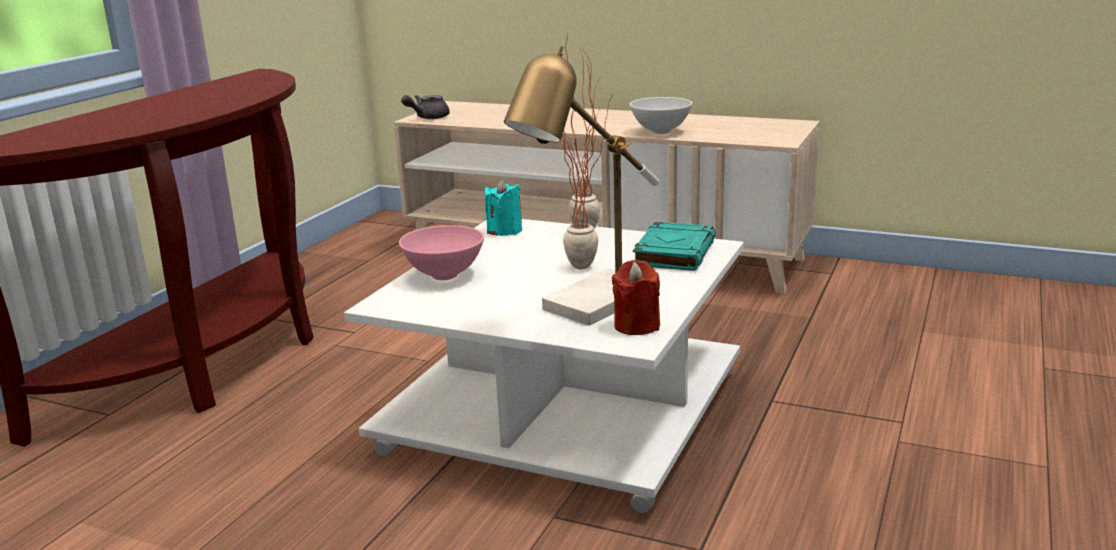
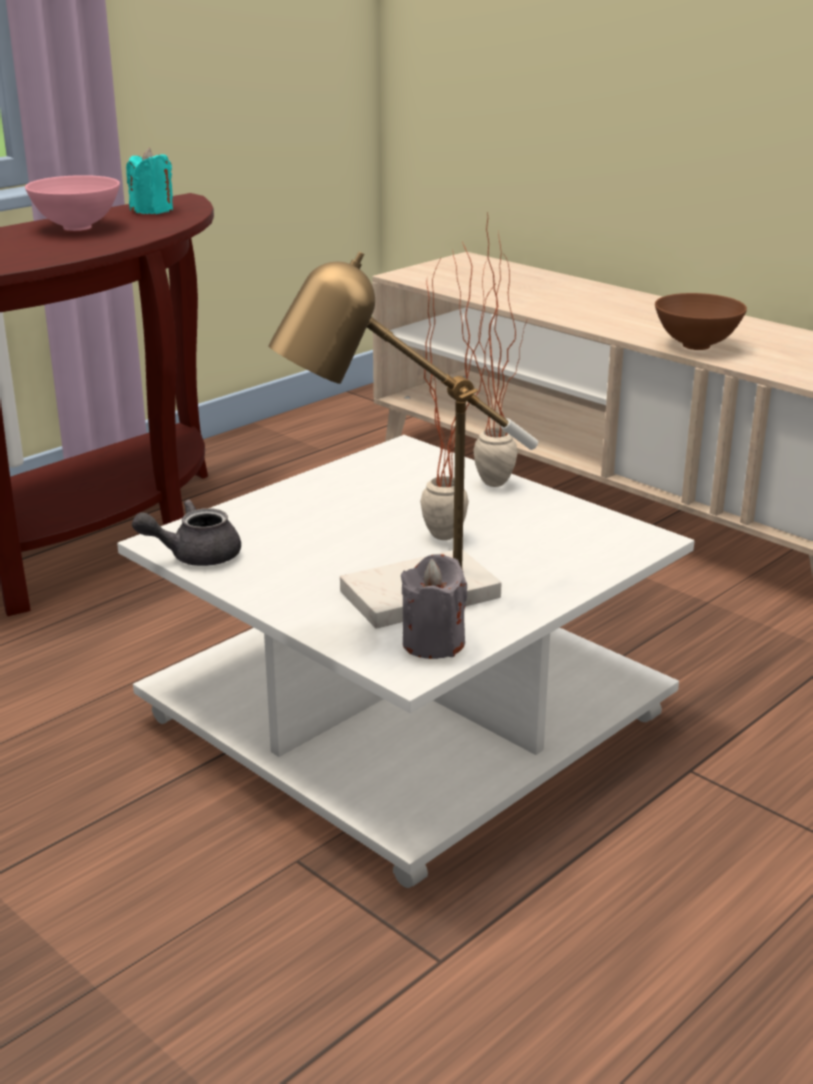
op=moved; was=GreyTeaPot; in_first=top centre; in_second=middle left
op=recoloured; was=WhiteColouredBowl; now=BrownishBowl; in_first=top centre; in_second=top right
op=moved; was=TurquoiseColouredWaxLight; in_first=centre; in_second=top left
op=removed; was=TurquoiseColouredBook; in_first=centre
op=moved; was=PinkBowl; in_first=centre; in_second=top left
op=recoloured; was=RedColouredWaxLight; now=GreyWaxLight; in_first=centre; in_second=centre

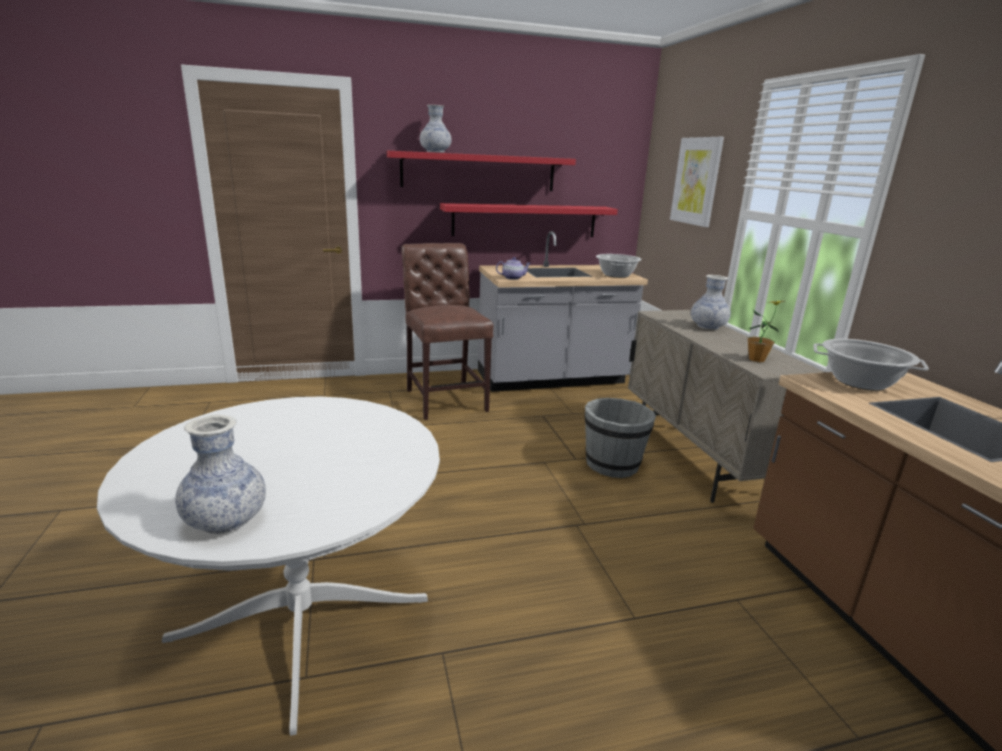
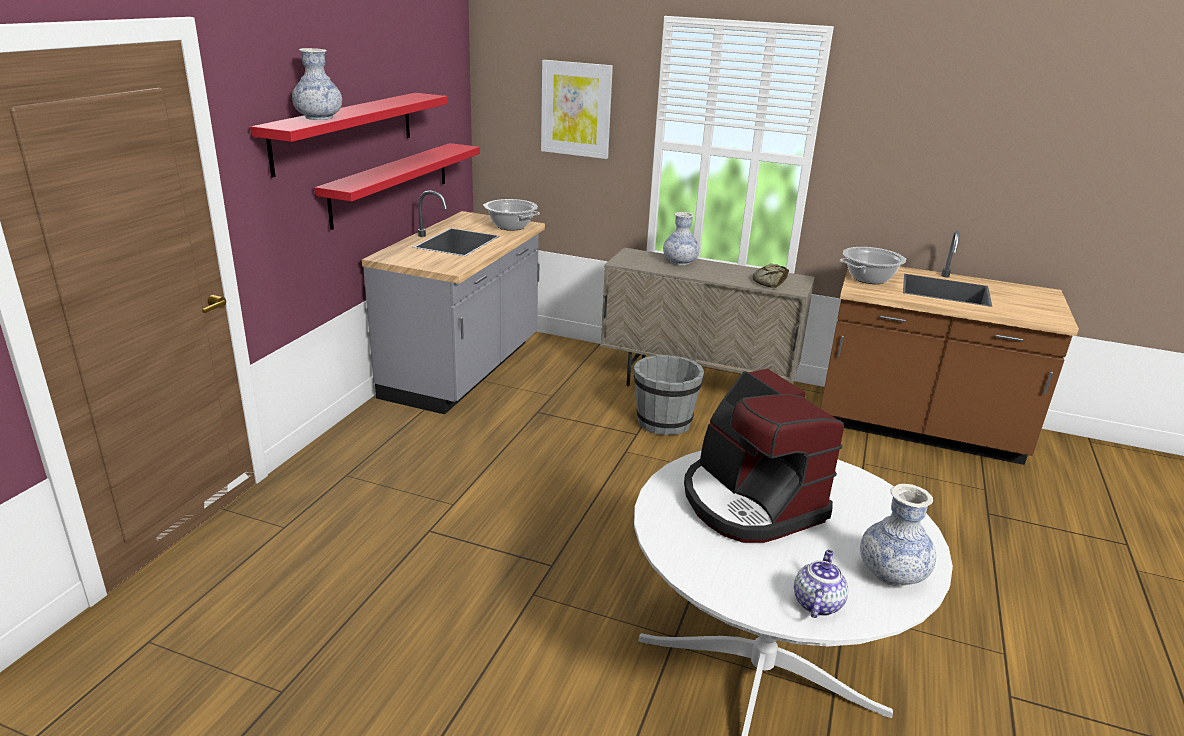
op=removed; was=BrownishUprightChair; in_first=centre
op=moved; was=TeaPot; in_first=centre; in_second=bottom right
op=replaced; was=PlantInAPot; now=Bread; in_first=middle right; in_second=centre
op=added; now=CoffeeBrewer; in_second=centre

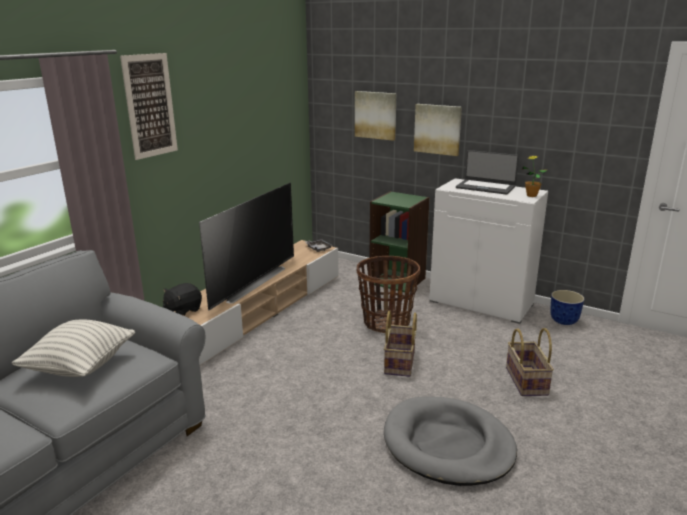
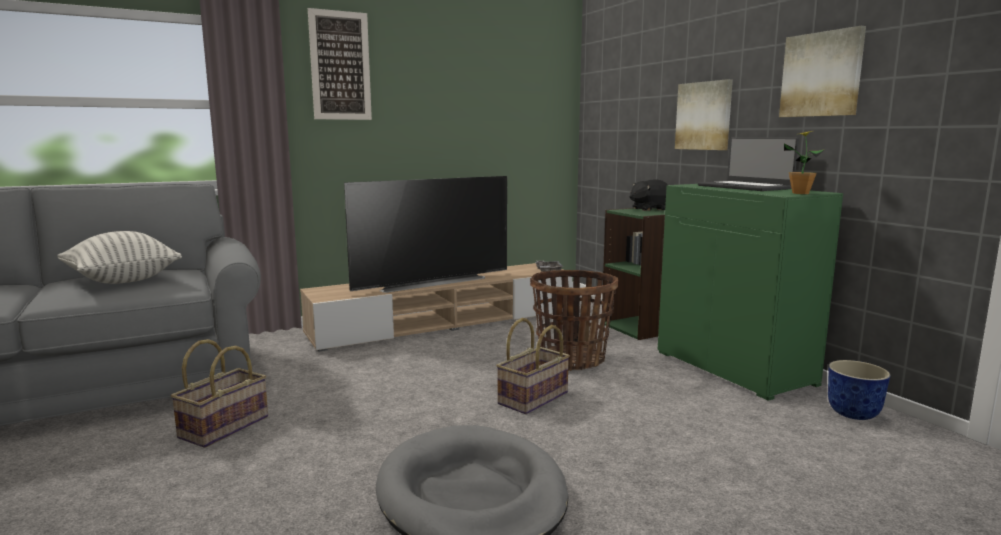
op=moved; was=WallArt (2nd from left in the first image); now=WallArt (3rd from left); in_first=top centre; in_second=top right
op=recoloured; was=WhiteColouredCupboard; now=GreenishCupboard; in_first=middle right; in_second=middle right
op=moved; was=BlackPlushToy; in_first=middle left; in_second=centre
op=moved; was=StorageBasket (3rd from left in the first image); now=StorageBasket (1st from left); in_first=bottom right; in_second=bottom left

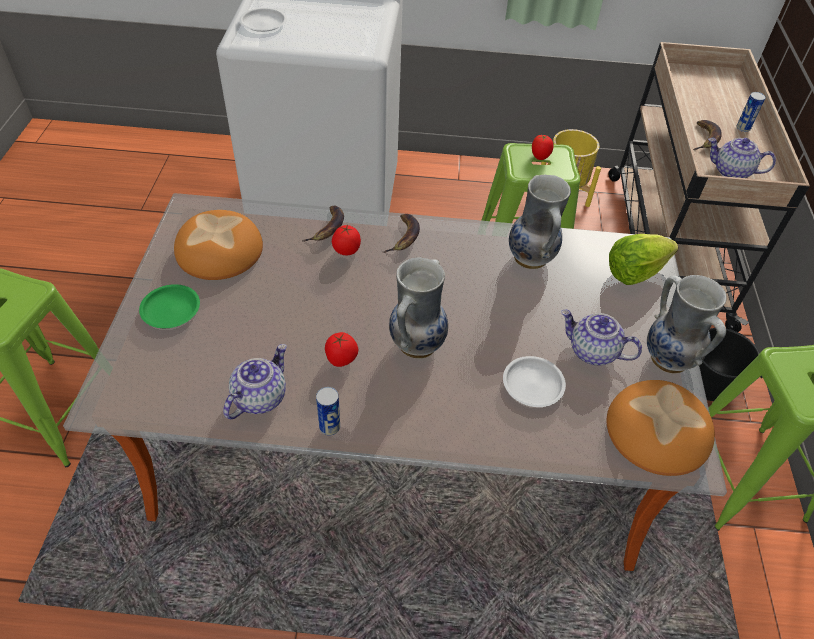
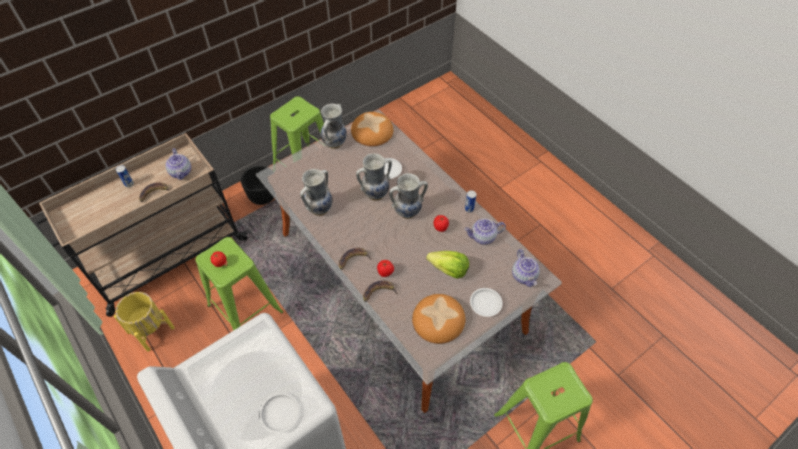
op=moved; was=LettuceHead; in_first=middle right; in_second=centre
op=recoloured; was=GreenishPlate; now=WhiteColouredPlate (3rd from left); in_first=middle left; in_second=bottom centre
op=moved; was=TeaPot (2nd from left in the first image); now=TeaPot (3rd from left); in_first=middle right; in_second=centre
op=added; now=Vase (3rd from left); in_second=centre

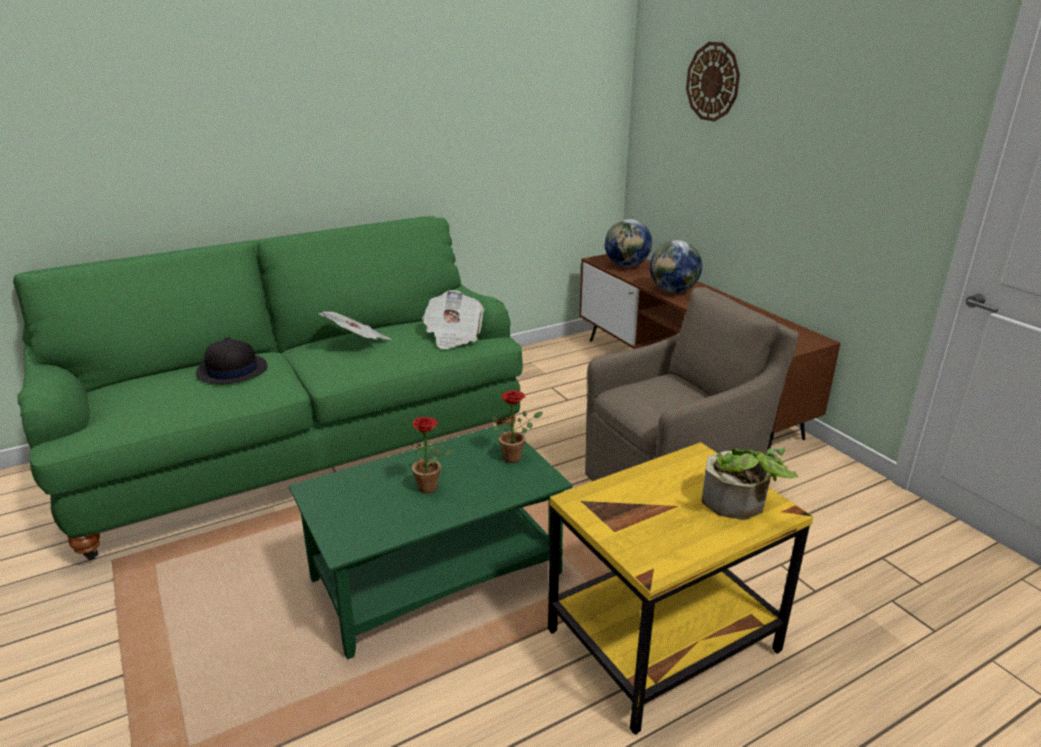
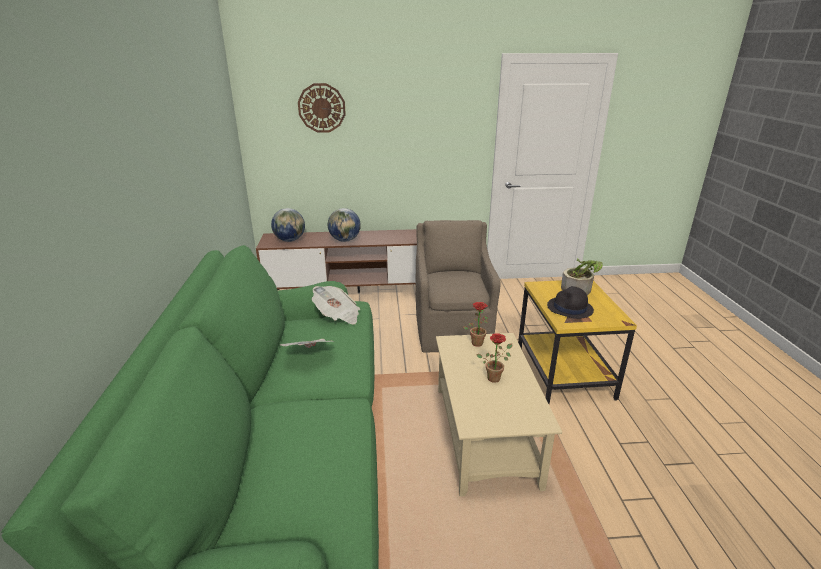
op=moved; was=BlackClothingHat; in_first=middle left; in_second=middle right
op=recoloured; was=GreenishLowTable; now=BeigeLowTable; in_first=bottom centre; in_second=bottom centre

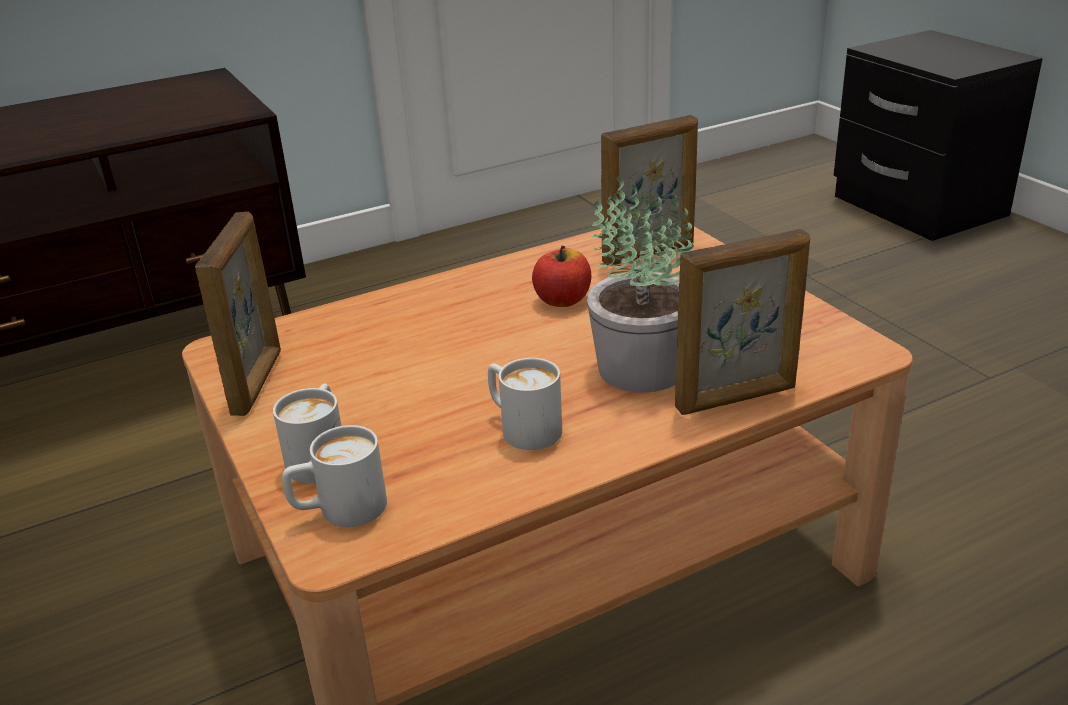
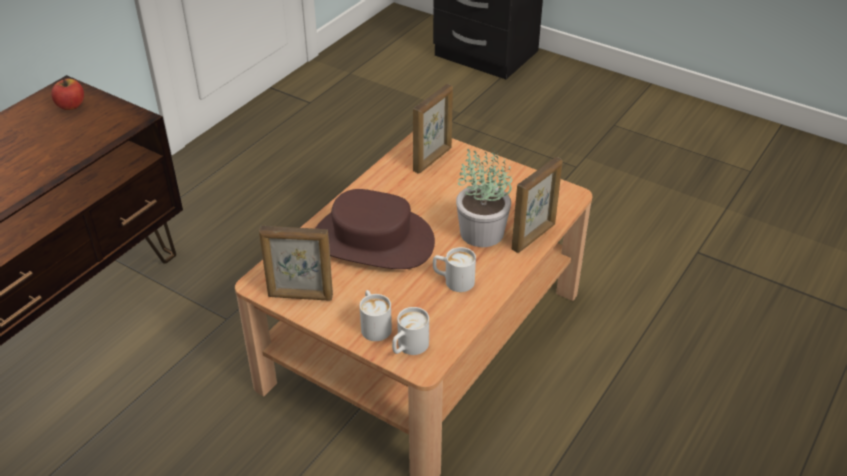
op=turned; was=StandingFrame (1st from left); in_first=middle left; in_second=centre; clockwise=120
op=moved; was=WholeApple; in_first=centre; in_second=top left
op=added; now=BrownishClothingHat; in_second=centre

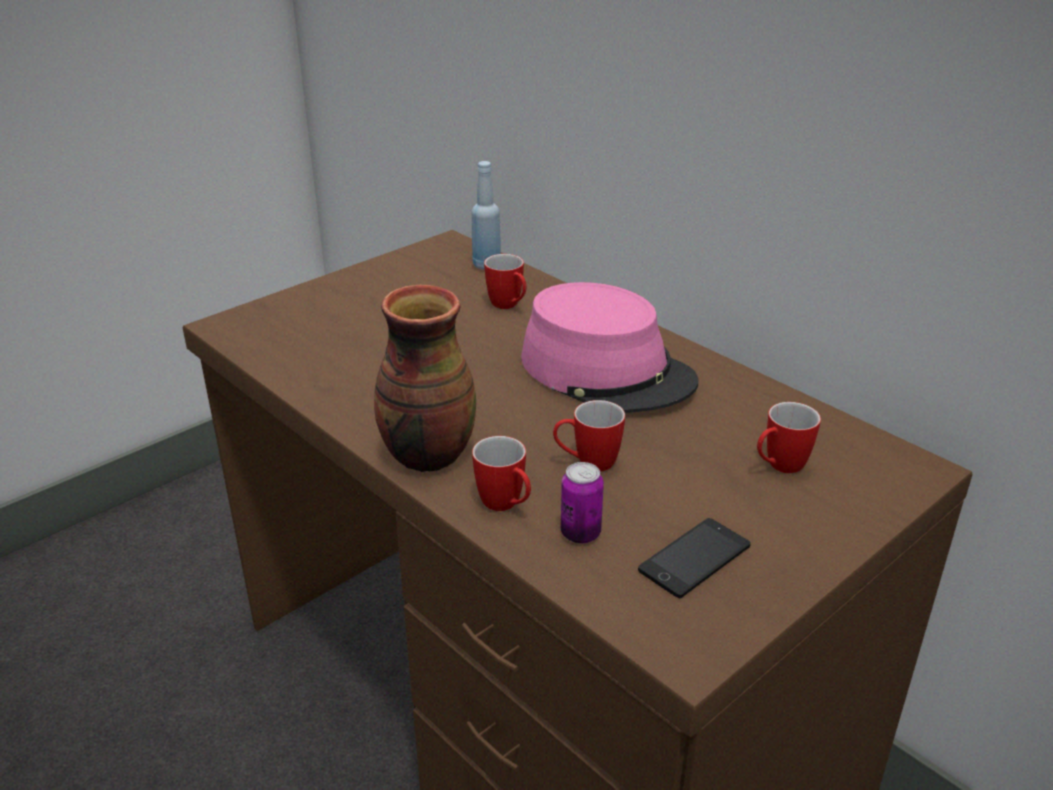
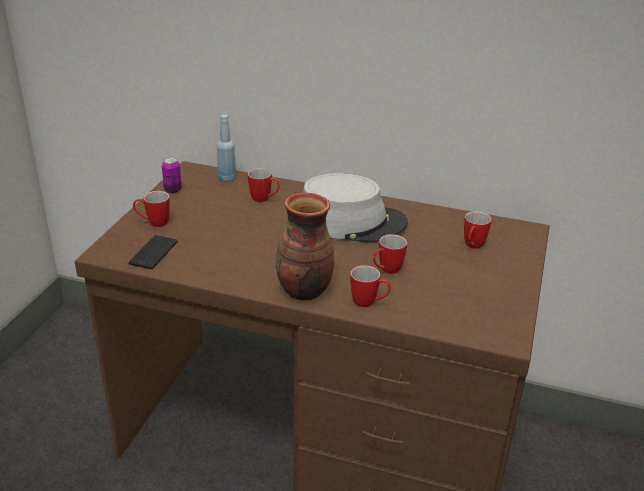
op=recoloured; was=PinkClothingHat; now=GreyClothingHat; in_first=centre; in_second=centre
op=moved; was=SealedCan; in_first=centre; in_second=middle left
op=moved; was=Phone; in_first=bottom centre; in_second=middle left
op=added; now=TeaMug (1st from left); in_second=middle left

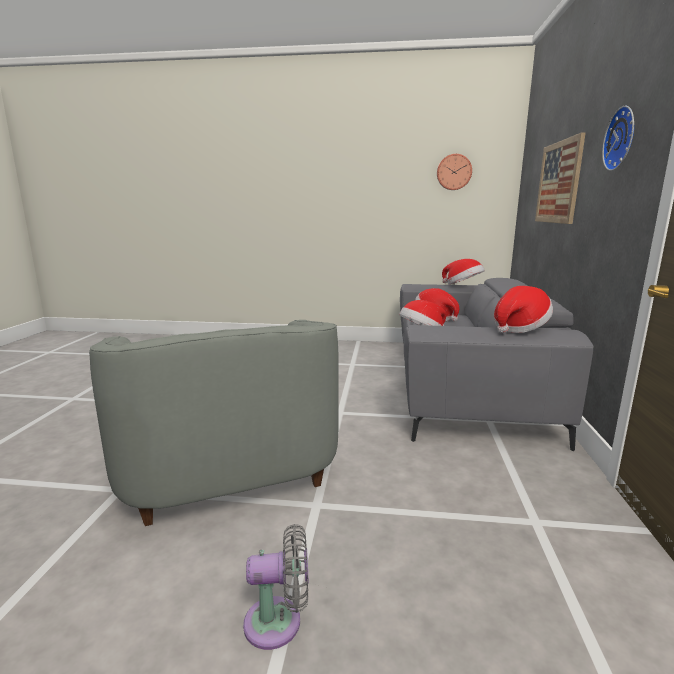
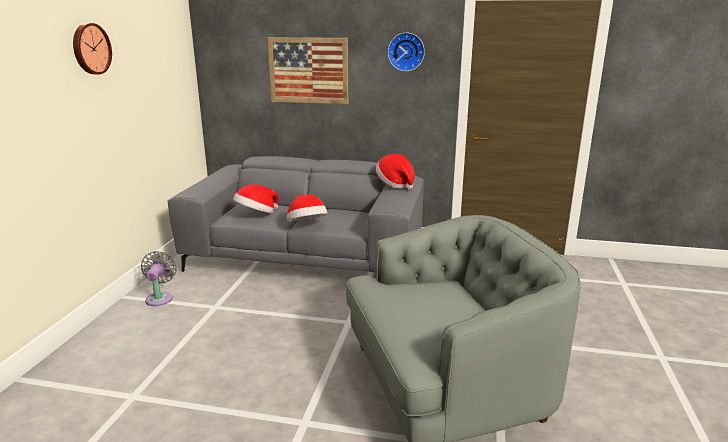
op=moved; was=WallClock (1st from left); in_first=top right; in_second=top left
op=removed; was=ClothingHat (3rd from left); in_first=middle right
op=moved; was=GreyElectricFan; in_first=bottom centre; in_second=middle left

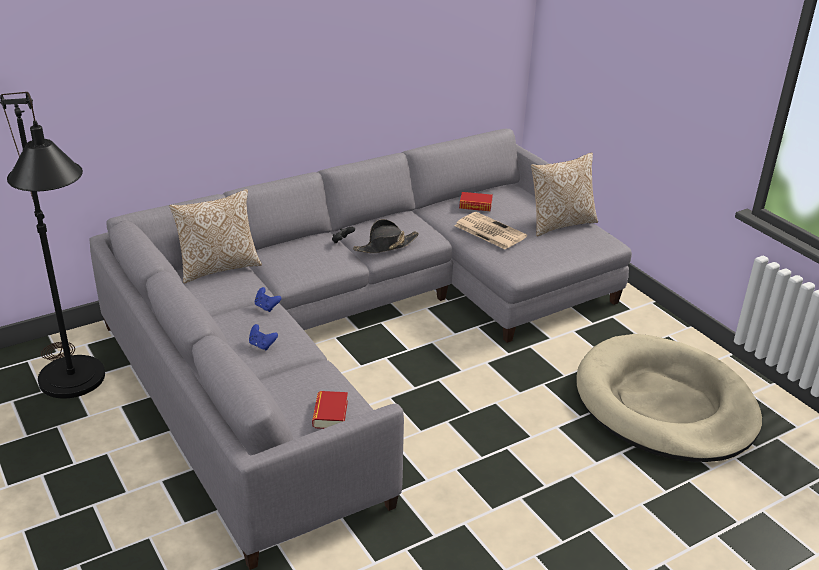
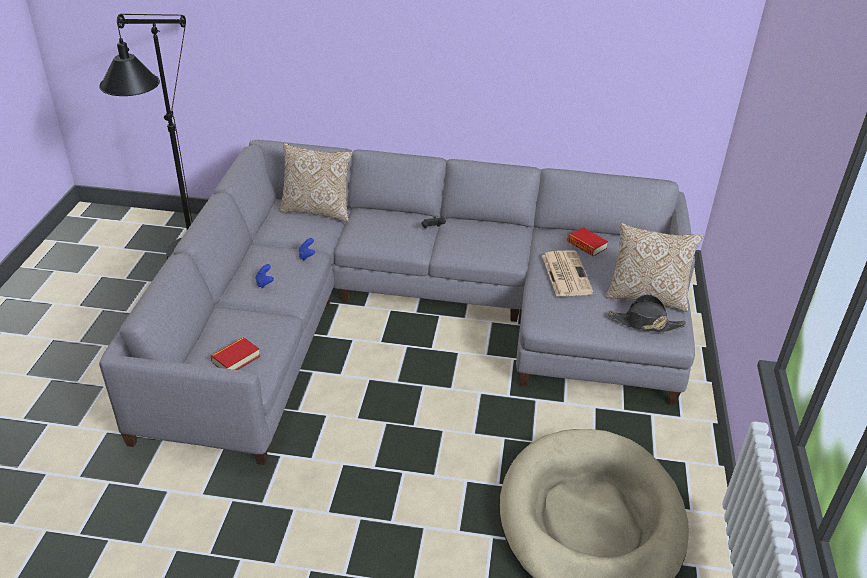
op=moved; was=BlackClothingHat; in_first=centre; in_second=middle right

